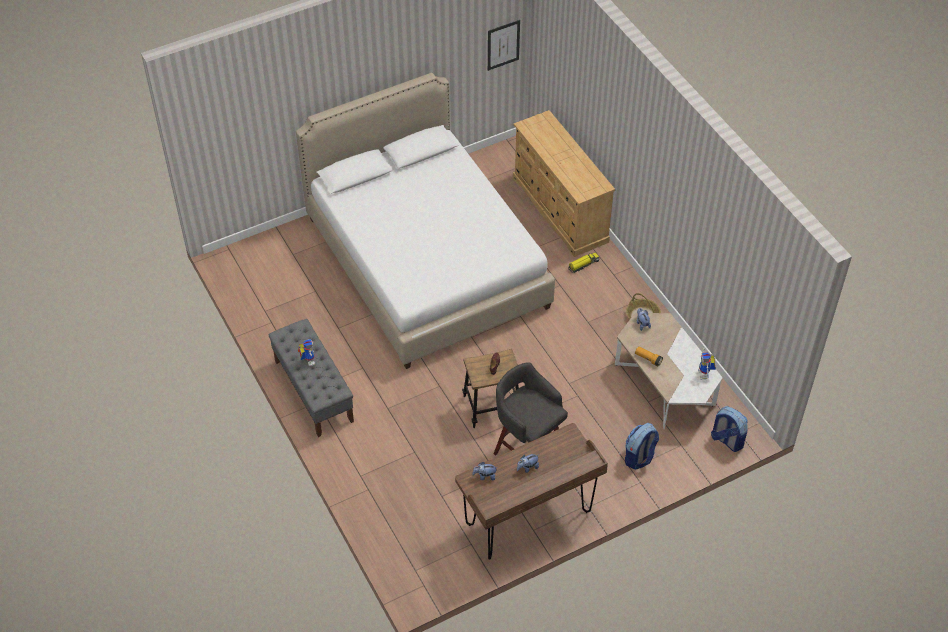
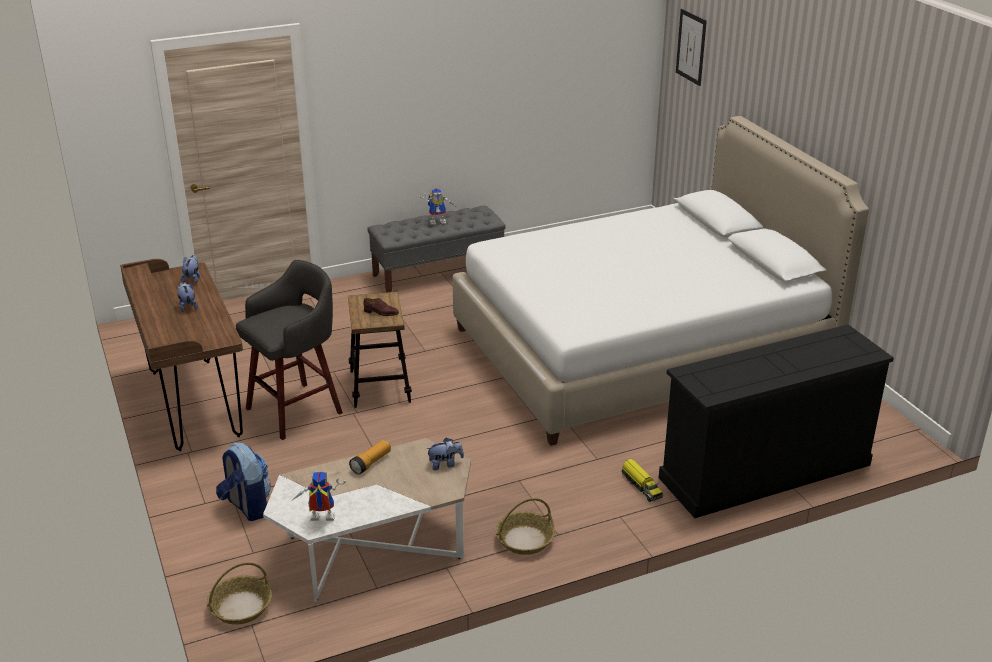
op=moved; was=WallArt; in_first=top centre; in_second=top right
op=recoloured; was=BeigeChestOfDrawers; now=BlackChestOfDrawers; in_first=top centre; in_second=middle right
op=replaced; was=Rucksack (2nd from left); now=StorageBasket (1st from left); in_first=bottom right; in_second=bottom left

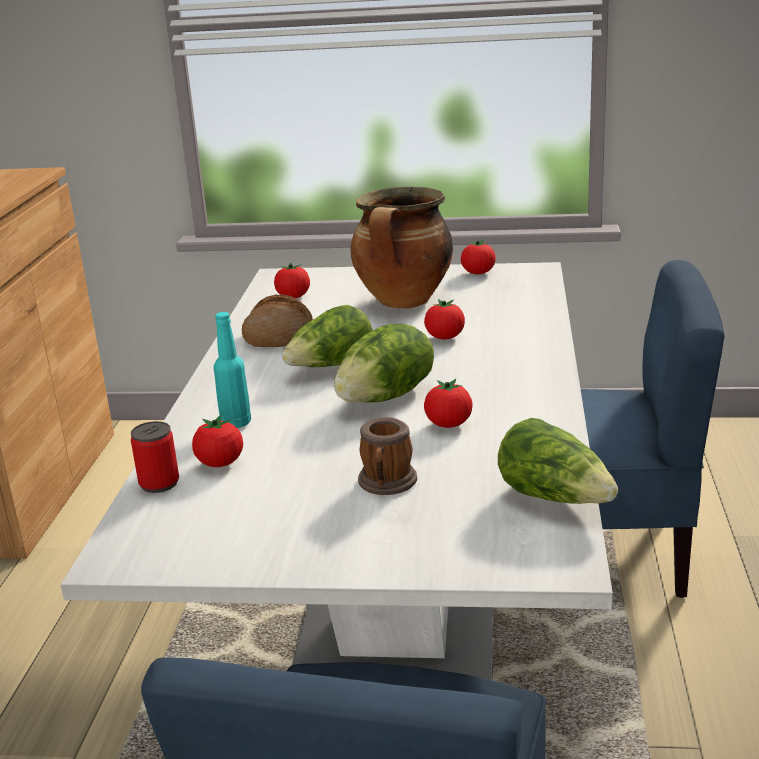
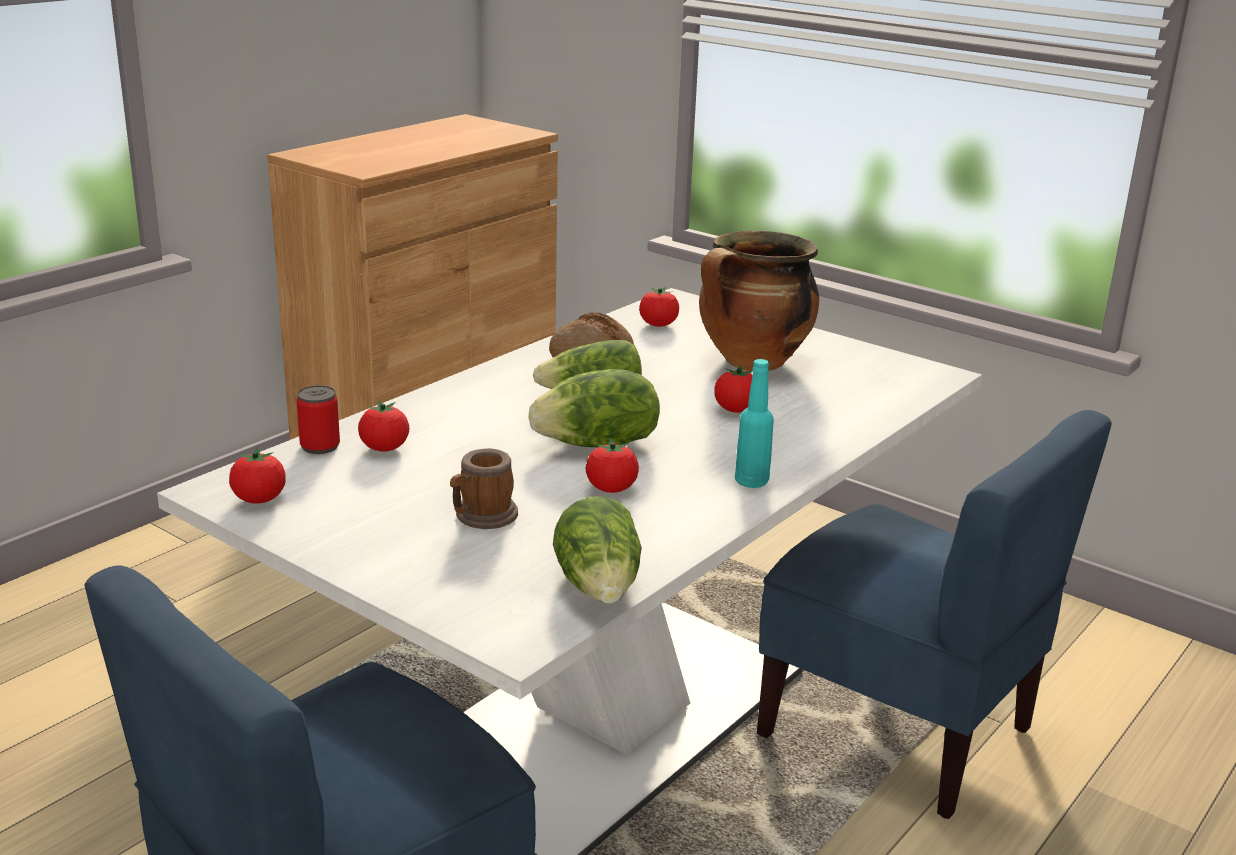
op=moved; was=Tomato (5th from left in the first image); now=Tomato (1st from left); in_first=centre; in_second=middle left
op=moved; was=TurquoiseColouredBeverageBottle; in_first=middle left; in_second=centre

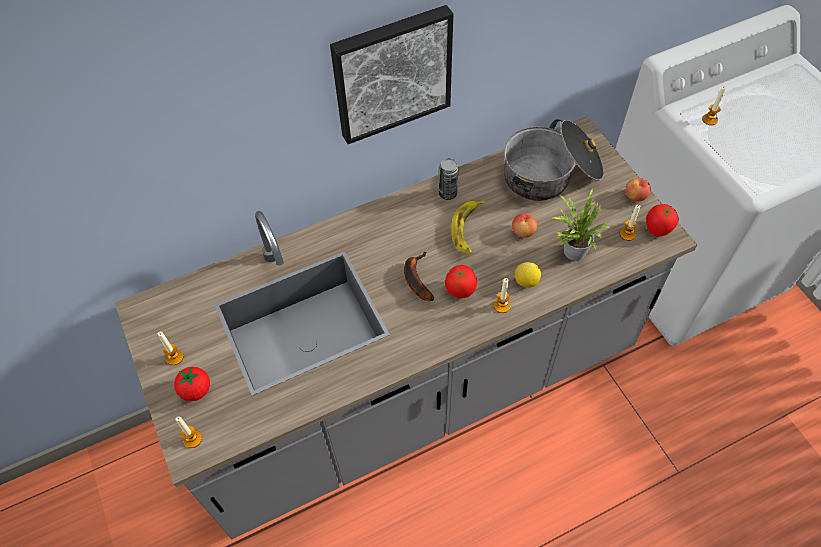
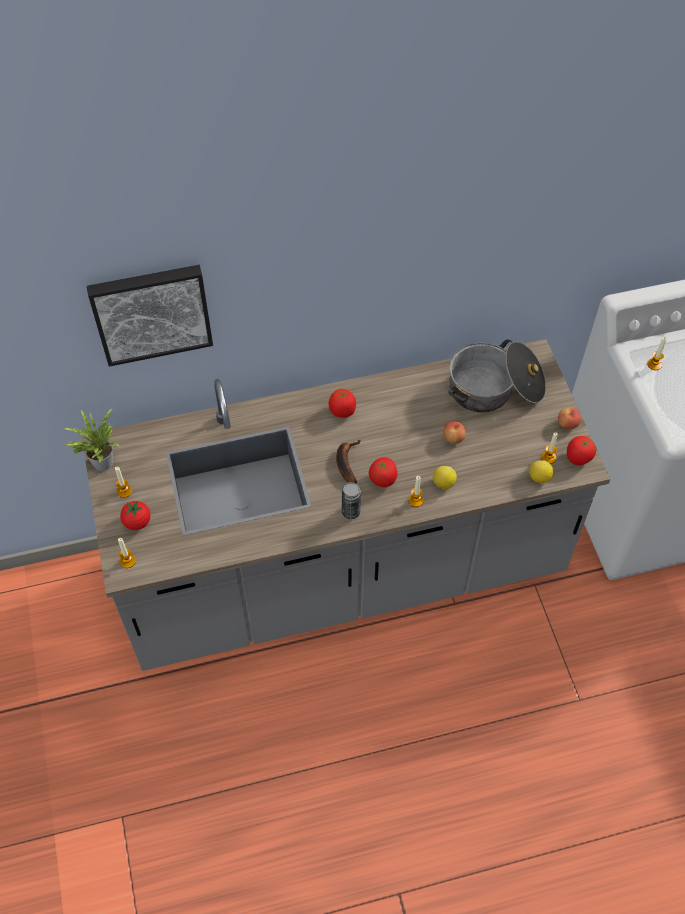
op=moved; was=WallArt; in_first=top centre; in_second=middle left
op=moved; was=SealedCan; in_first=top centre; in_second=centre
op=moved; was=PlantInAPot; in_first=middle right; in_second=middle left
op=removed; was=WholeBanana (2nd from left); in_first=centre
op=added; now=Tomato (2nd from left); in_second=centre
op=added; now=WholeLemon (2nd from left); in_second=middle right

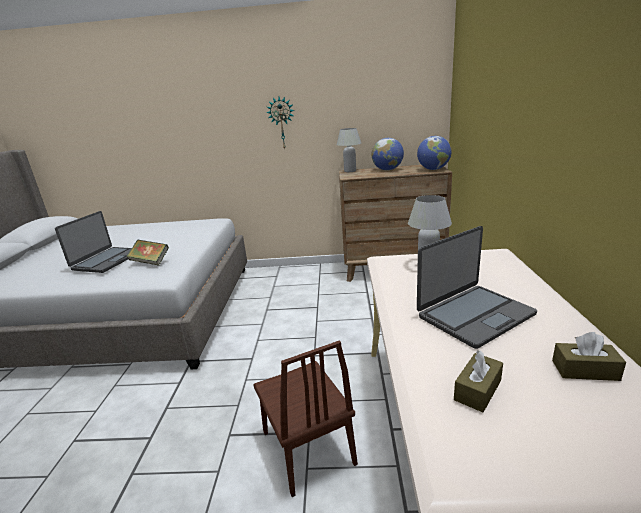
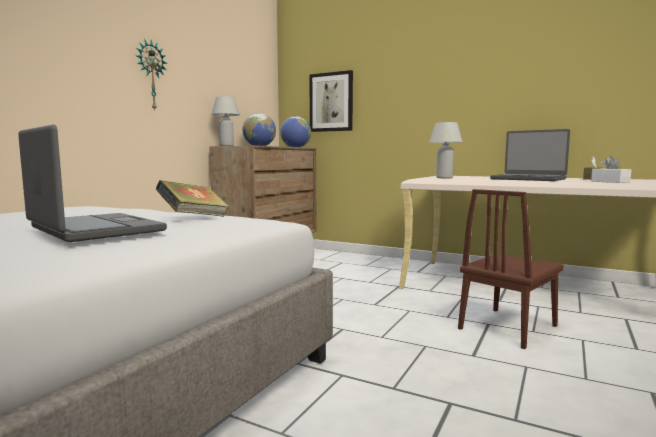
op=turned; was=PortableComputer (2nd from left); in_first=middle right; in_second=middle right; clockwise=135
op=turned; was=BrownishUprightChair; in_first=bottom centre; in_second=middle right; clockwise=135
op=recoloured; was=BrownishBoxOfTissues (1st from left); now=WhiteColouredBoxOfTissues; in_first=bottom right; in_second=middle right
op=added; now=WallArt; in_second=top centre

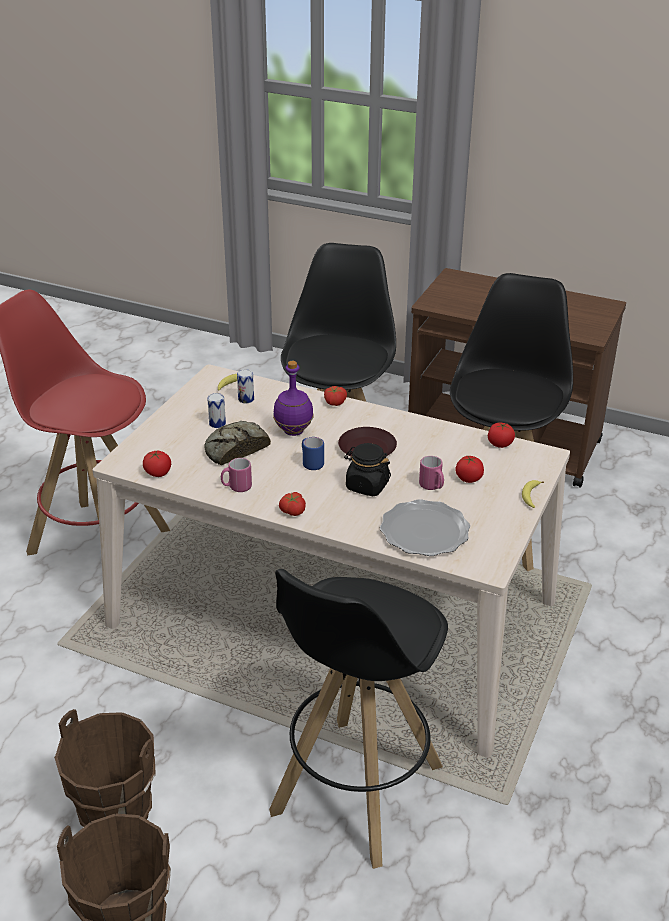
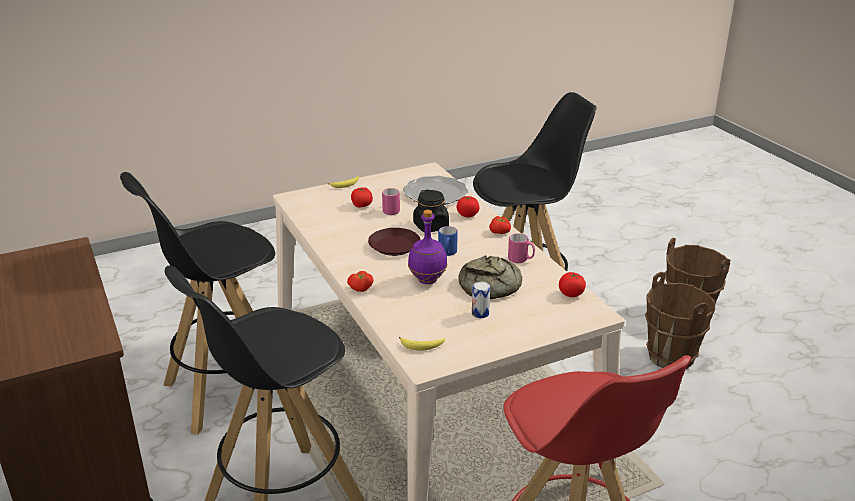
op=removed; was=SealedCan (2nd from left); in_first=centre
op=moved; was=Tomato (5th from left in the first image); now=Tomato (3rd from left); in_first=middle right; in_second=centre

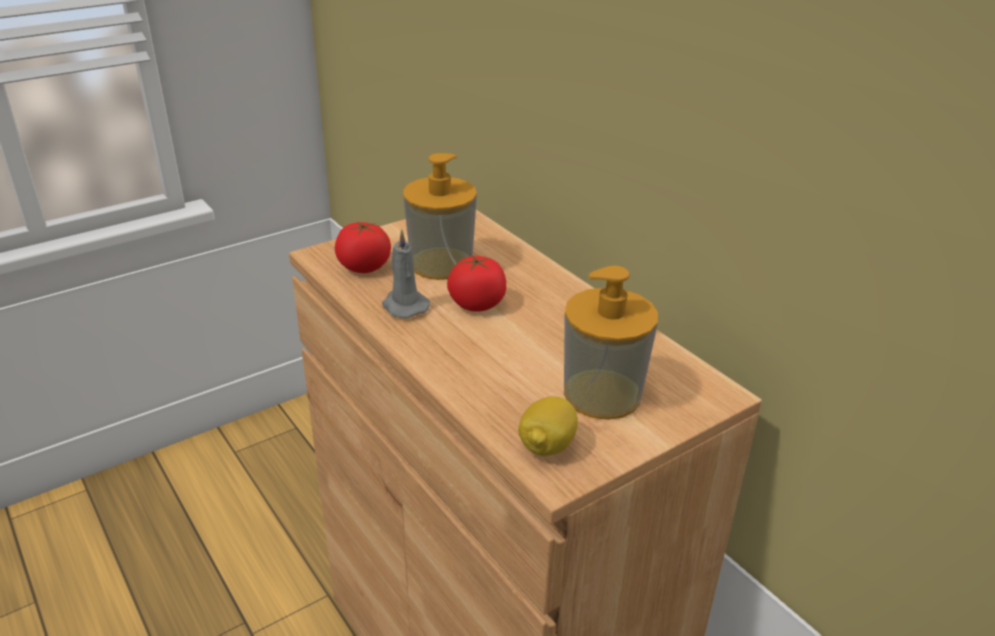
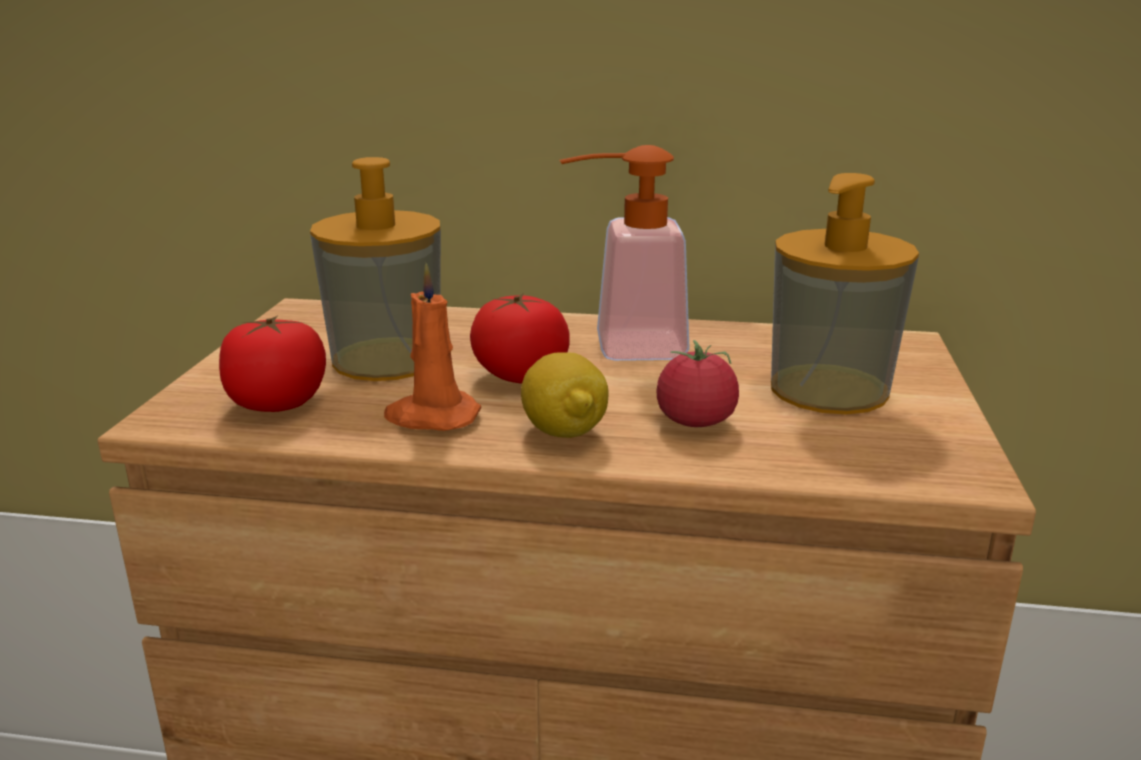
op=recoloured; was=GreyWaxLight; now=OrangeyWaxLight; in_first=centre; in_second=centre
op=moved; was=WholeLemon; in_first=bottom centre; in_second=centre
op=added; now=SoapDispenser (2nd from left); in_second=top centre
op=added; now=Tomato (3rd from left); in_second=centre

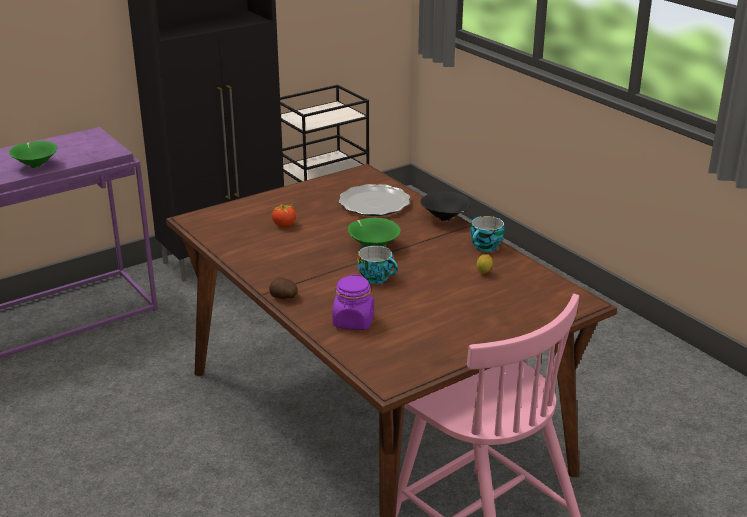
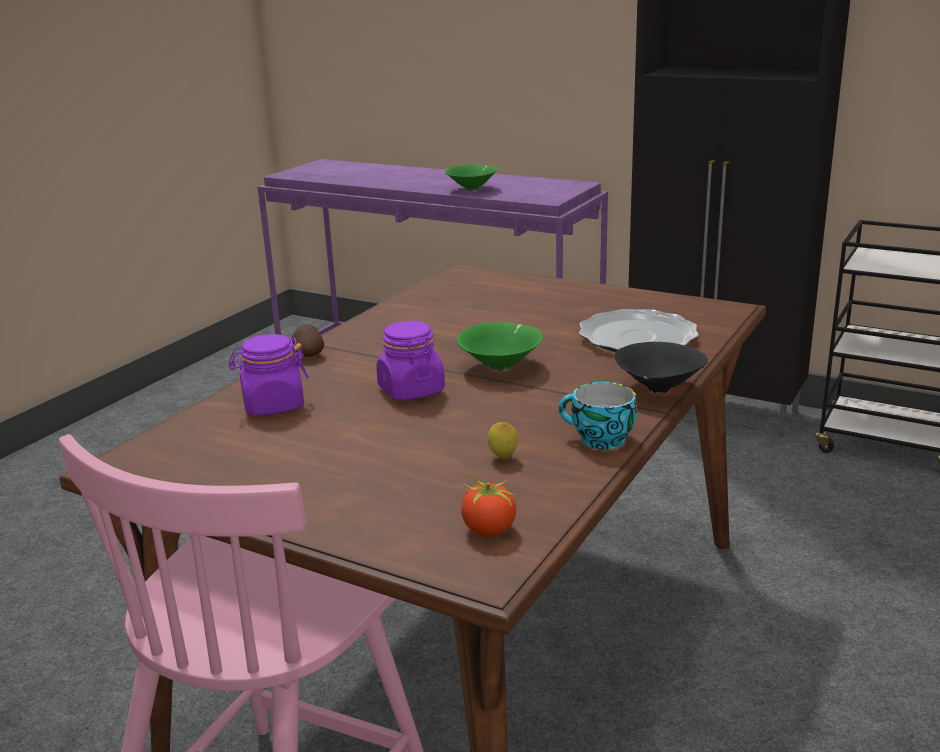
op=moved; was=Tomato; in_first=centre; in_second=bottom centre
op=replaced; was=Cup (1st from left); now=PurplishJar (2nd from left); in_first=centre; in_second=centre

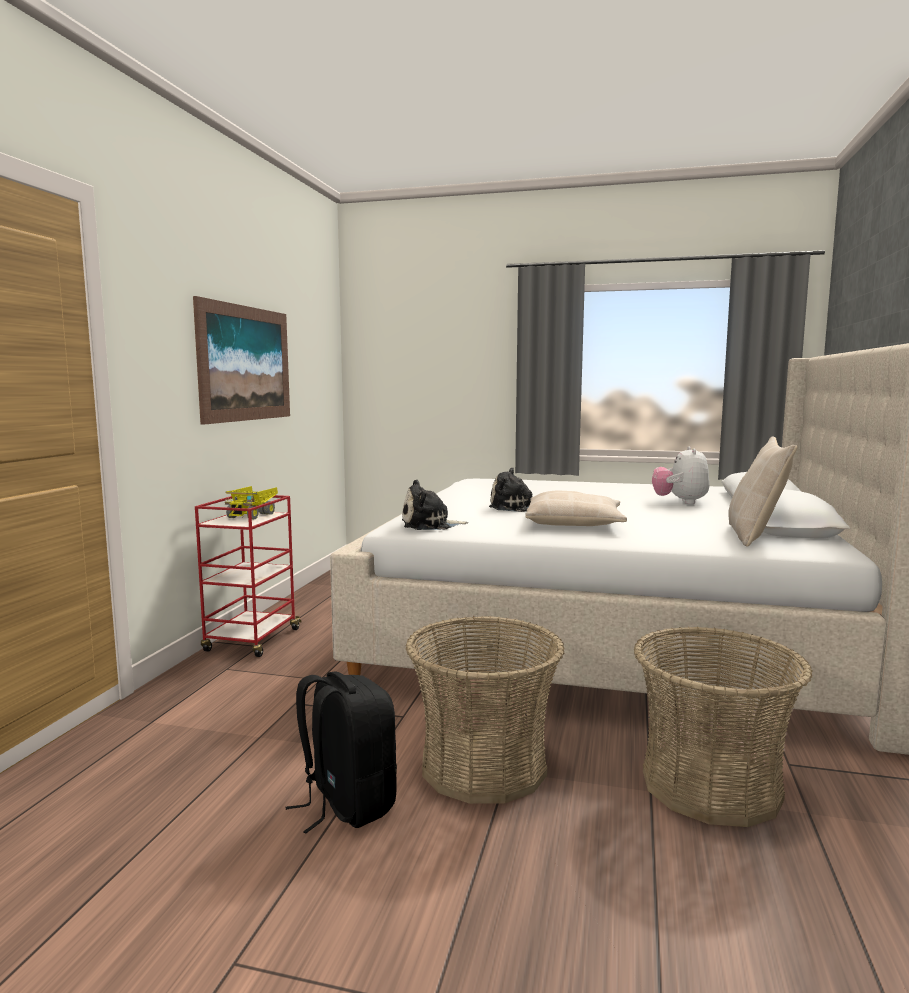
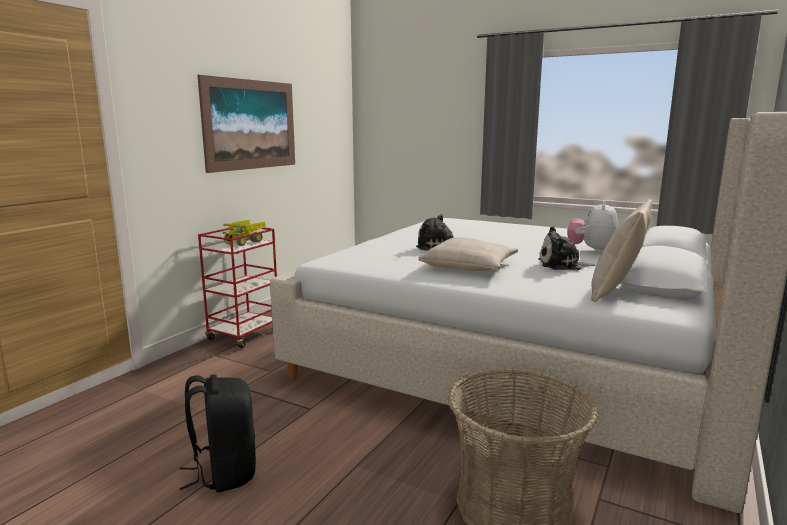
op=moved; was=PlushToy (1st from left in the first image); now=PlushToy (2nd from left); in_first=centre; in_second=middle right
op=removed; was=StorageBasket (1st from left); in_first=bottom centre

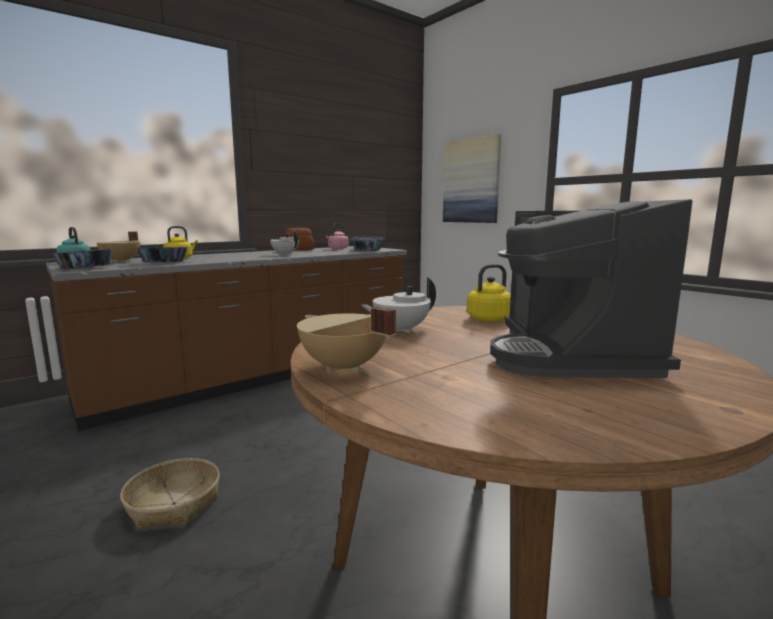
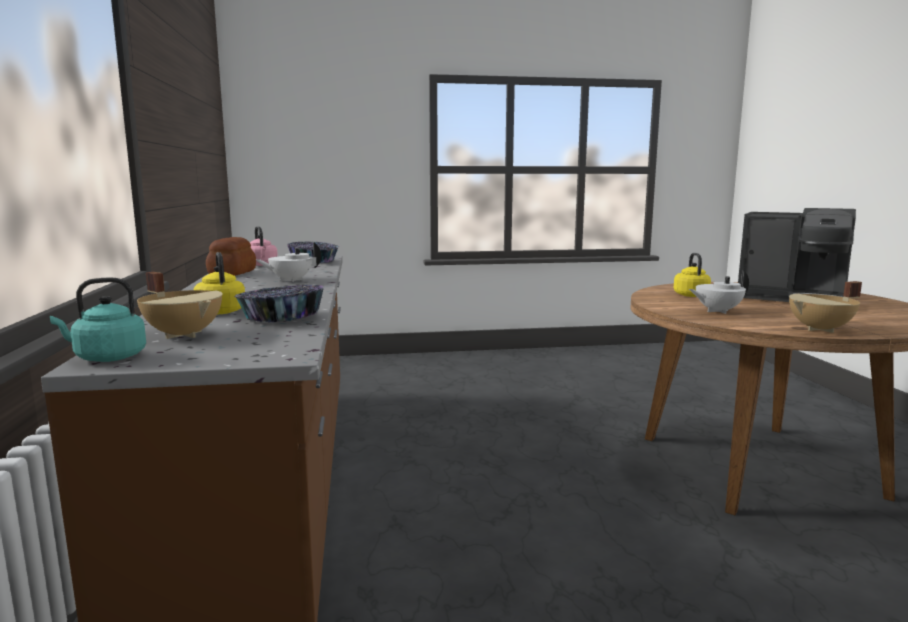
op=removed; was=WallArt; in_first=top centre
op=removed; was=Bowl (1st from left); in_first=middle left
op=turned; was=WhiteColouredTeaPot (2nd from left); in_first=centre; in_second=middle right; clockwise=75
op=removed; was=StorageBasket; in_first=bottom left

